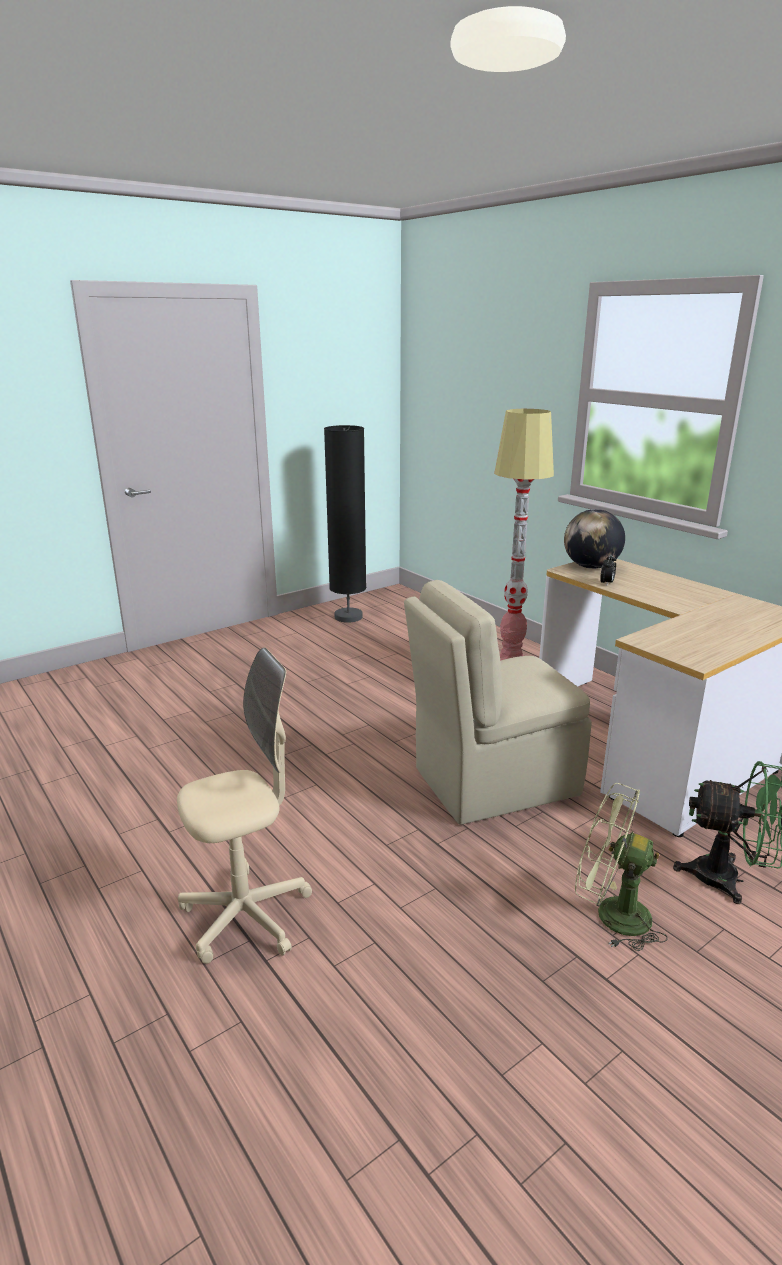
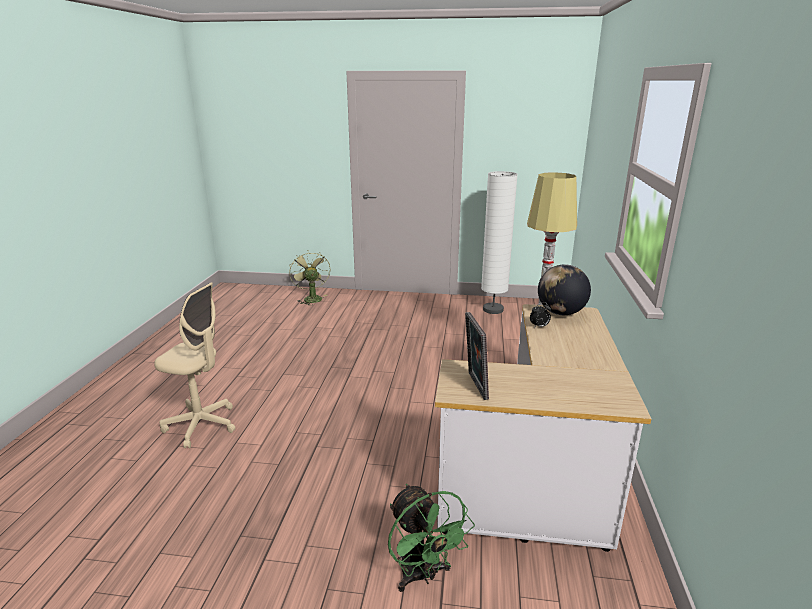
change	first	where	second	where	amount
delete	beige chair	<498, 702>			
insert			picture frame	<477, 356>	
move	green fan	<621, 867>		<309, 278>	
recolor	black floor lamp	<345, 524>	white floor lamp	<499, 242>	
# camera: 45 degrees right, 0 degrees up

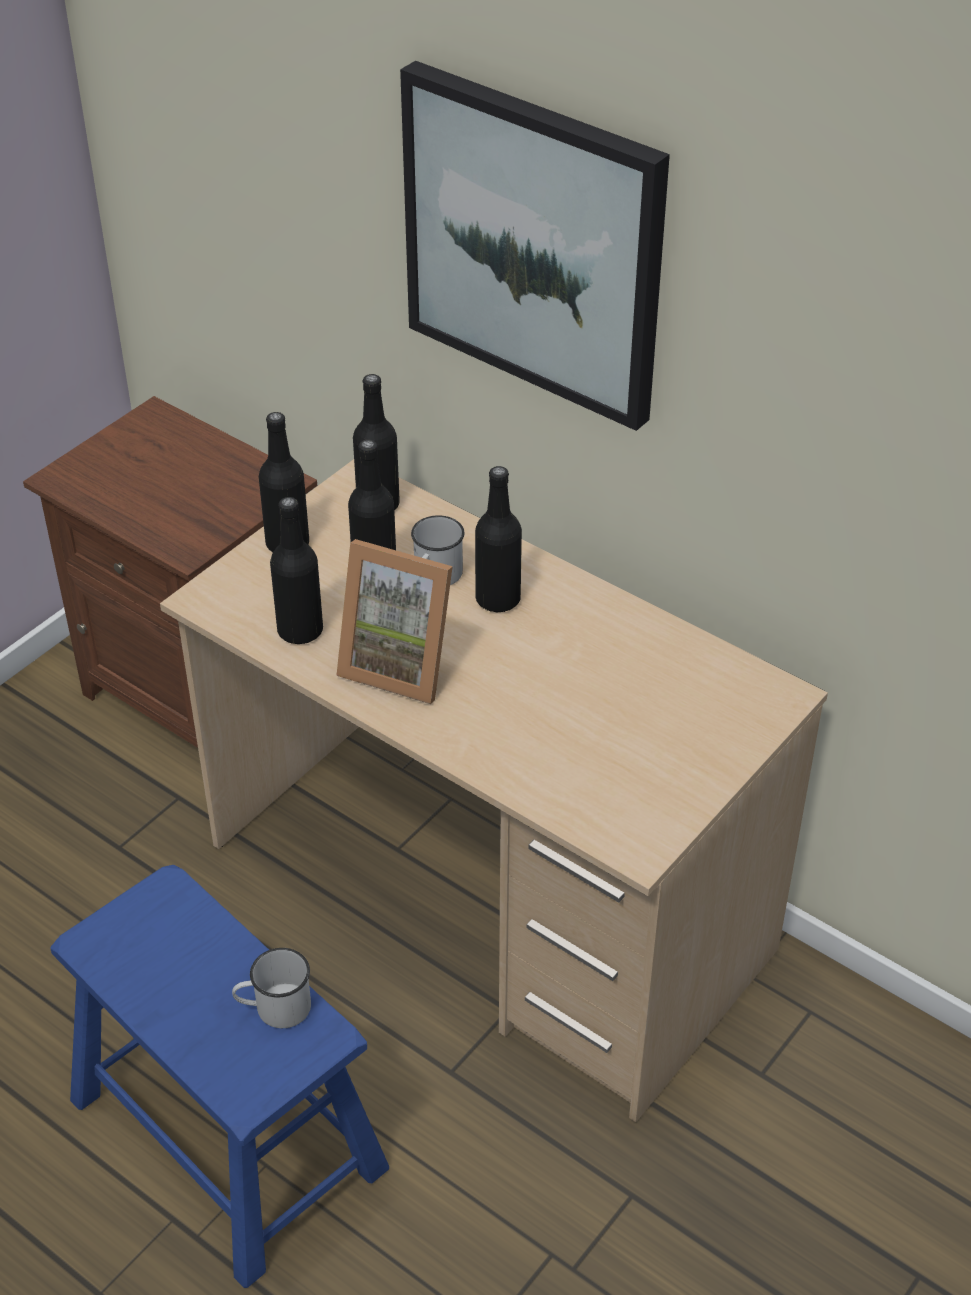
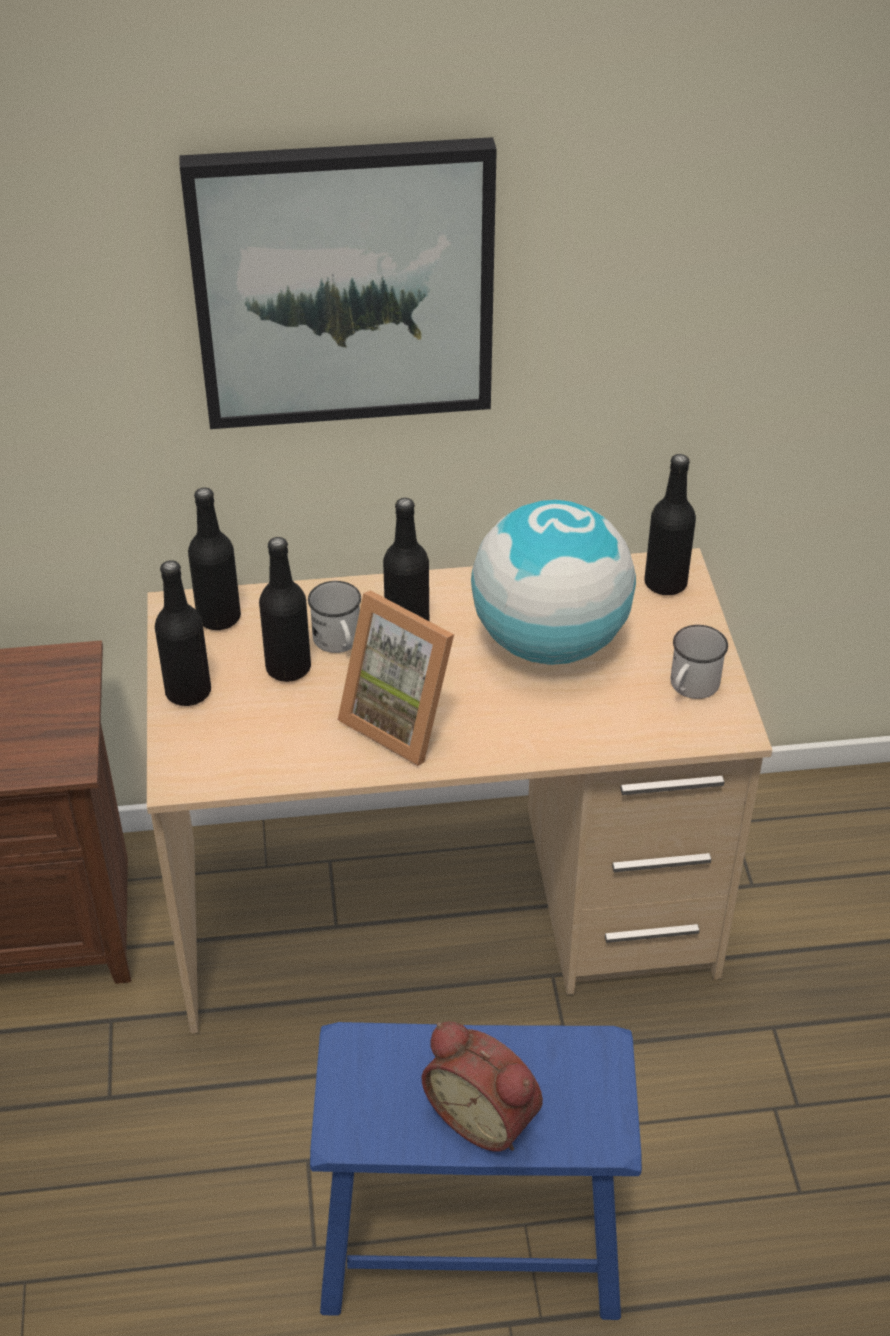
change	first	where	second	where	amount
insert			alarm clock	<482, 1086>	
insert			globe	<553, 582>	
move	white mug	<271, 988>		<699, 662>	
move	black bottle	<296, 570>		<670, 525>	
rotate	picture frame	<394, 621>		<396, 678>	60 degrees clockwise
# camera: 45 degrees left, 0 degrees up

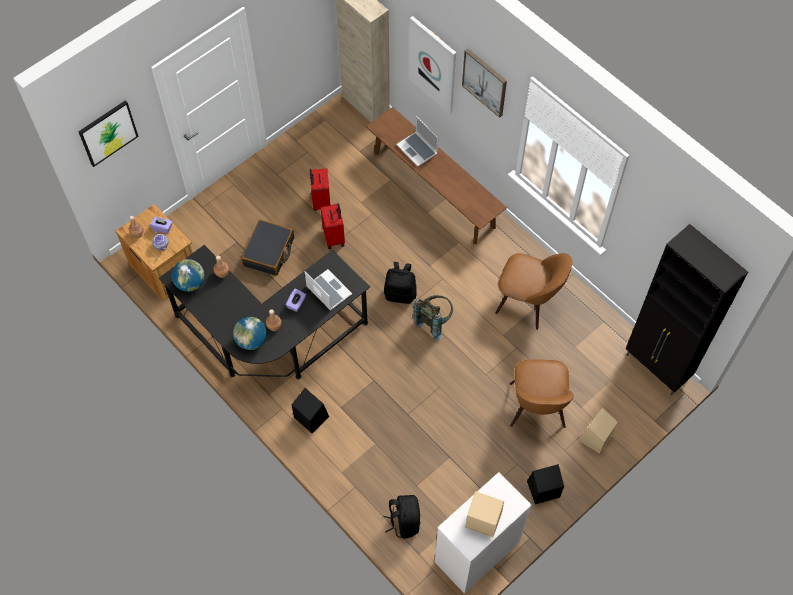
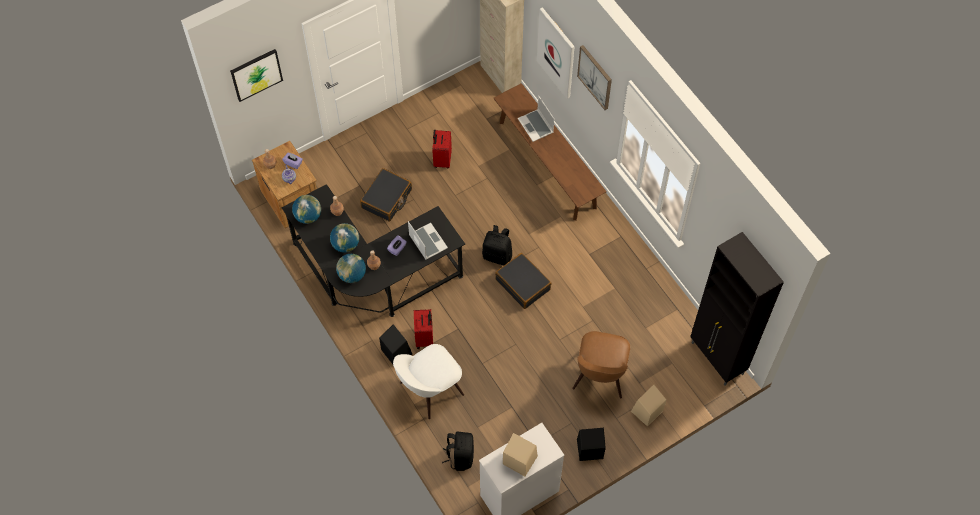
change	first	where	second	where	amount
delete	brown chair	<534, 291>			
insert			globe	<344, 238>	
insert			white chair	<428, 381>	
move	red suitcase	<333, 226>		<423, 329>	
replace	grey backpack	<433, 317>	black suitcase	<523, 281>	
# camera: 10 degrees right, 0 degrees up

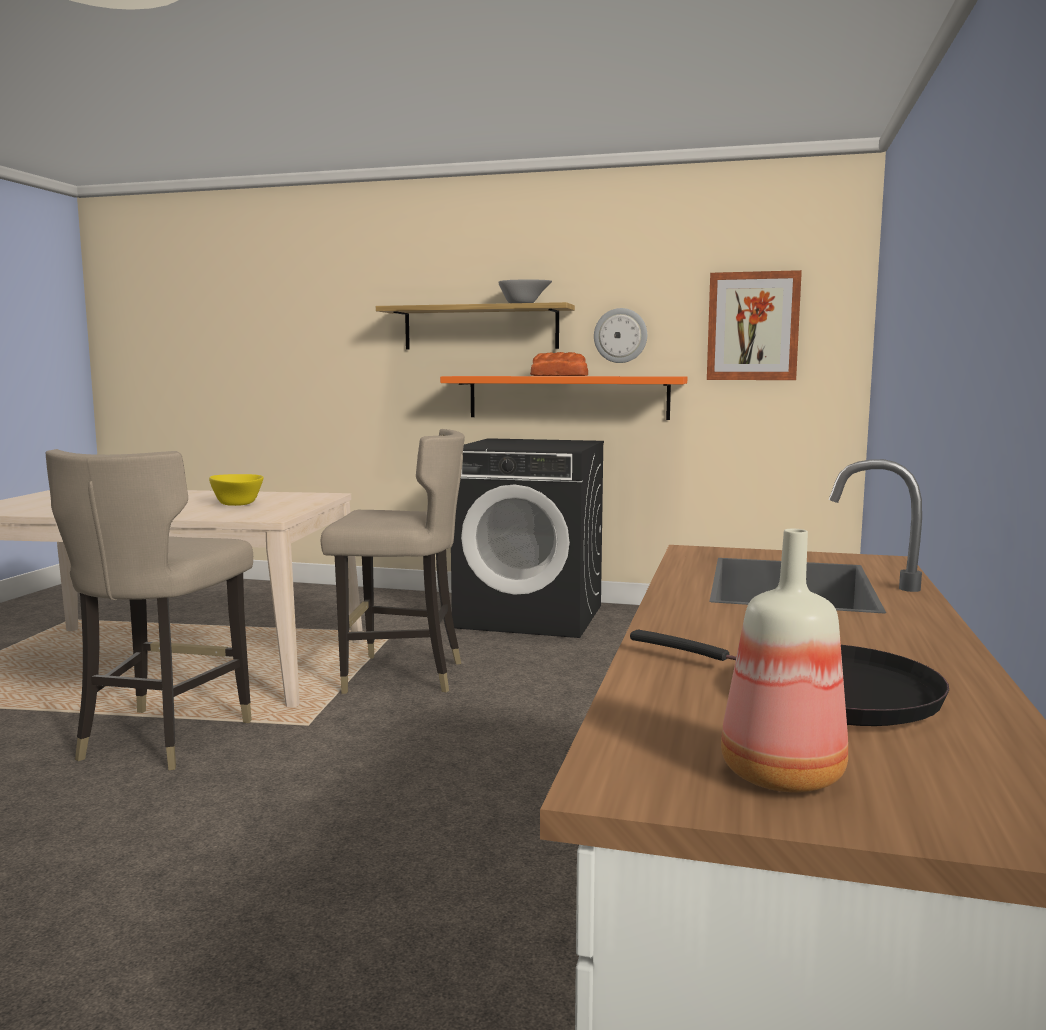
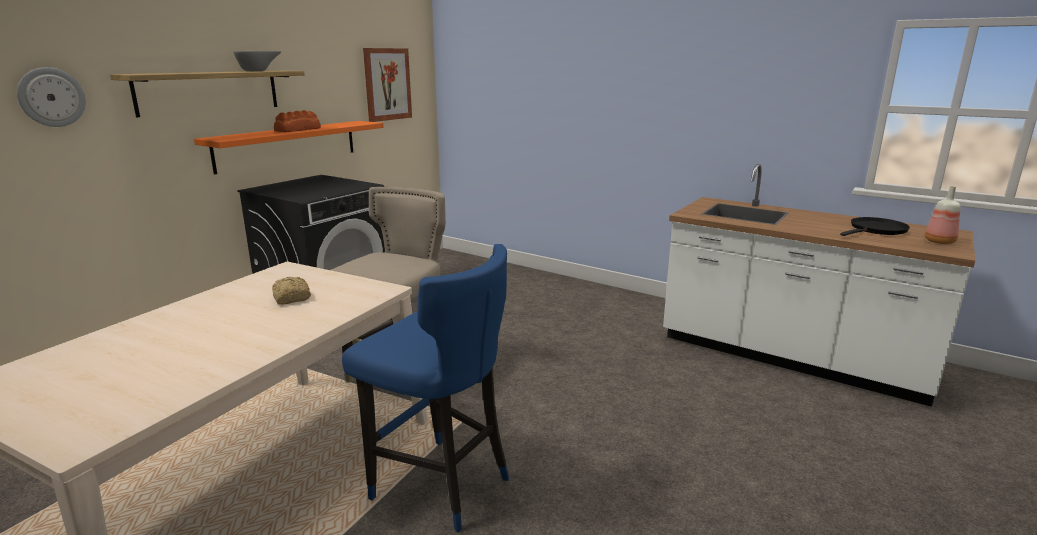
change	first	where	second	where	amount
move	wall clock	<620, 335>		<51, 97>	
replace	yellow bowl	<236, 490>	bread	<291, 291>	
recolor	beige stool	<149, 609>	blue stool	<425, 388>	
# camera: 70 degrees left, 10 degrees up

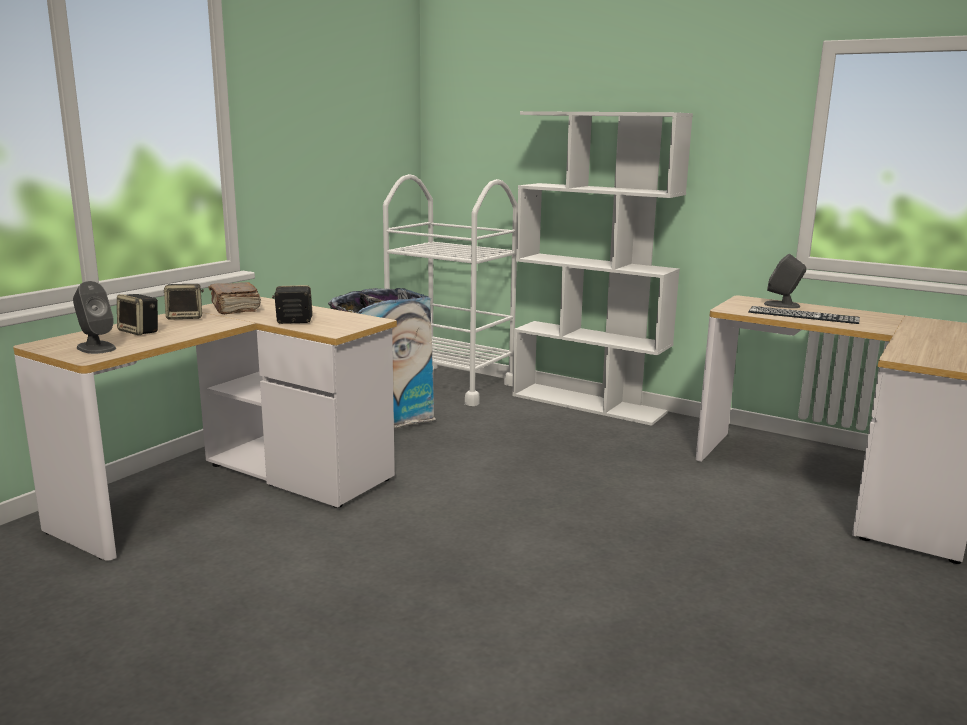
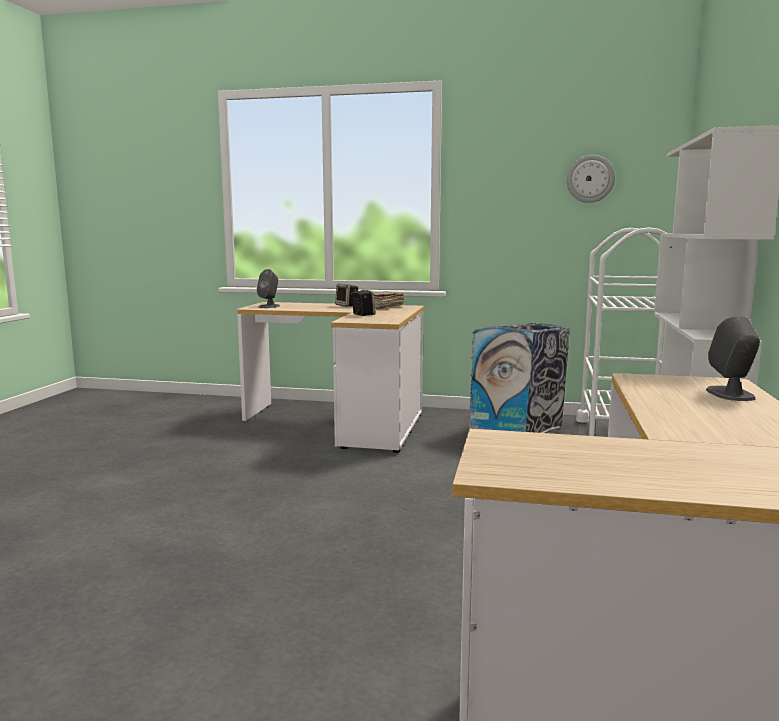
change	first	where	second	where	amount
delete	speaker	<137, 314>			
delete	keyboard	<804, 315>			
insert			wall clock	<591, 179>	
# camera: 70 degrees right, 5 degrees down

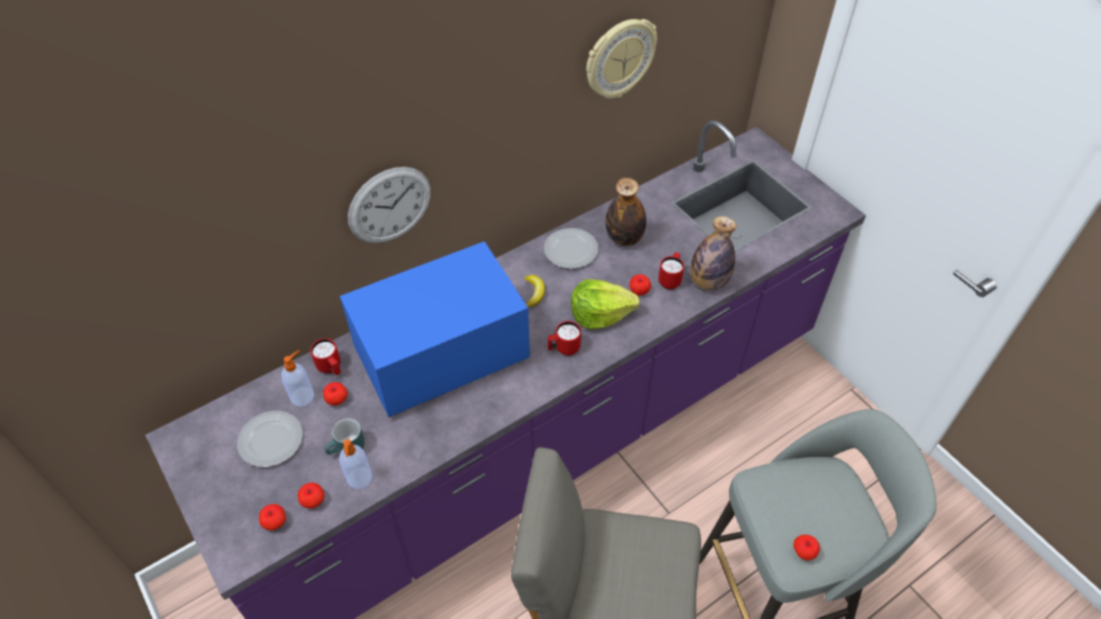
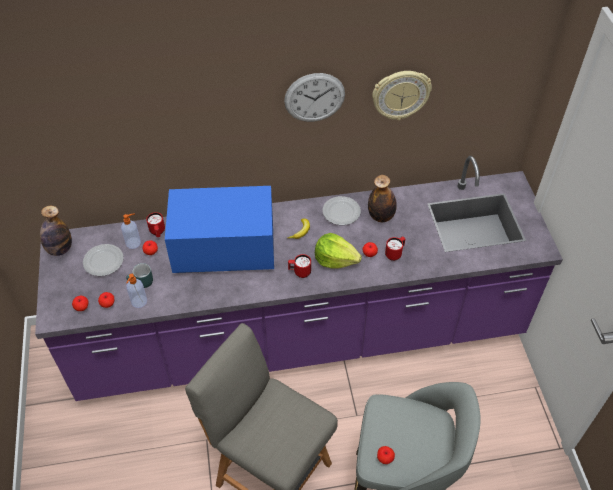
change	first	where	second	where	amount
move	wall clock	<389, 205>		<314, 97>	
move	bottle	<714, 253>		<56, 231>	
# camera: 25 degrees right, 0 degrees up

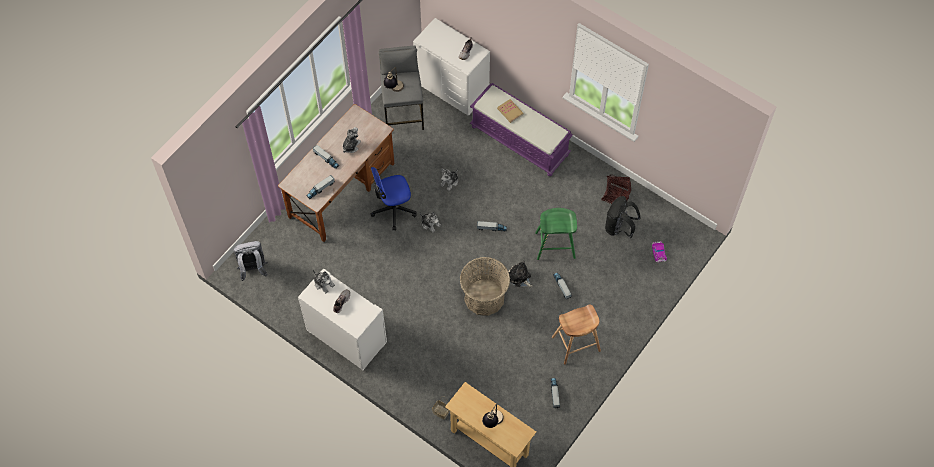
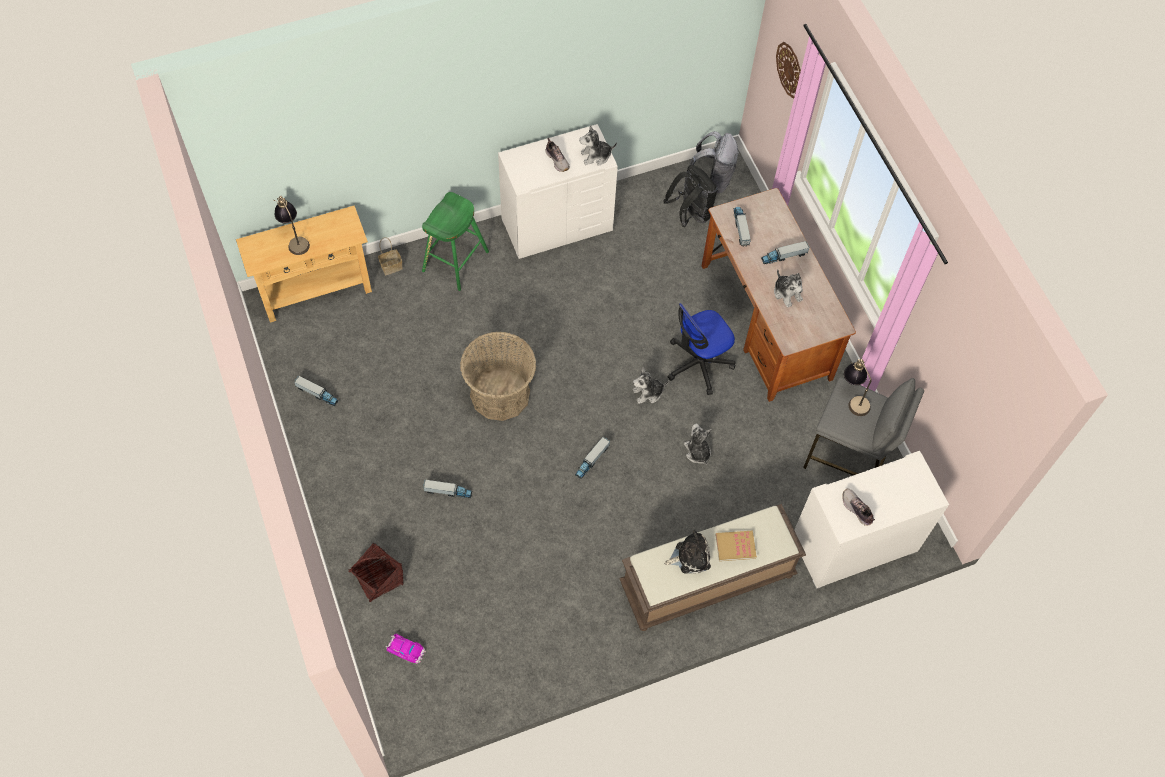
change	first	where	second	where	amount
delete	brown stool	<576, 334>			
insert			wall clock	<788, 70>	
move	plush toy	<520, 274>		<688, 552>	
move	green stool	<556, 234>		<455, 241>	
move	basket	<616, 189>		<376, 572>	
move	black backpack	<623, 217>		<690, 196>	
recolor	purple bench	<521, 129>	brown bench	<712, 567>	
rotate	office chair	<394, 198>		<701, 349>	135 degrees counterclockwise
# camera: 120 degrees right, 0 degrees up

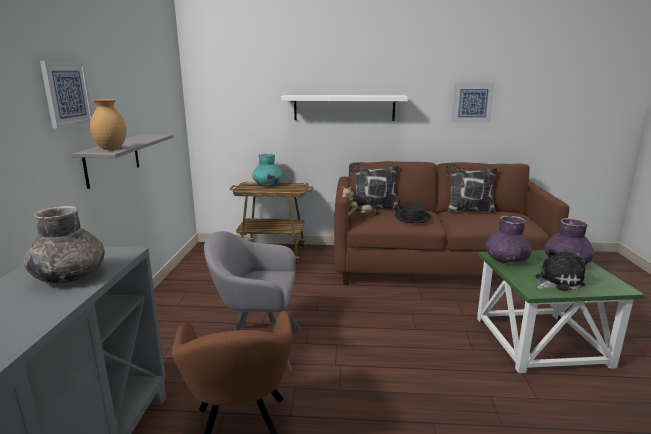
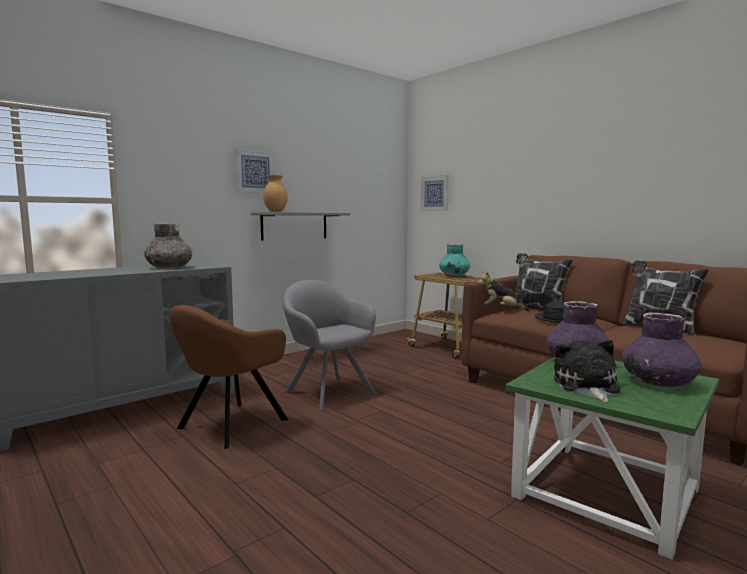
change	first	where	second	where	amount
delete	white shelf	<344, 108>			
move	picture	<473, 102>		<435, 193>	
rotate	plush toy	<560, 269>		<586, 370>	105 degrees counterclockwise
# camera: 45 degrees right, 10 degrees down

